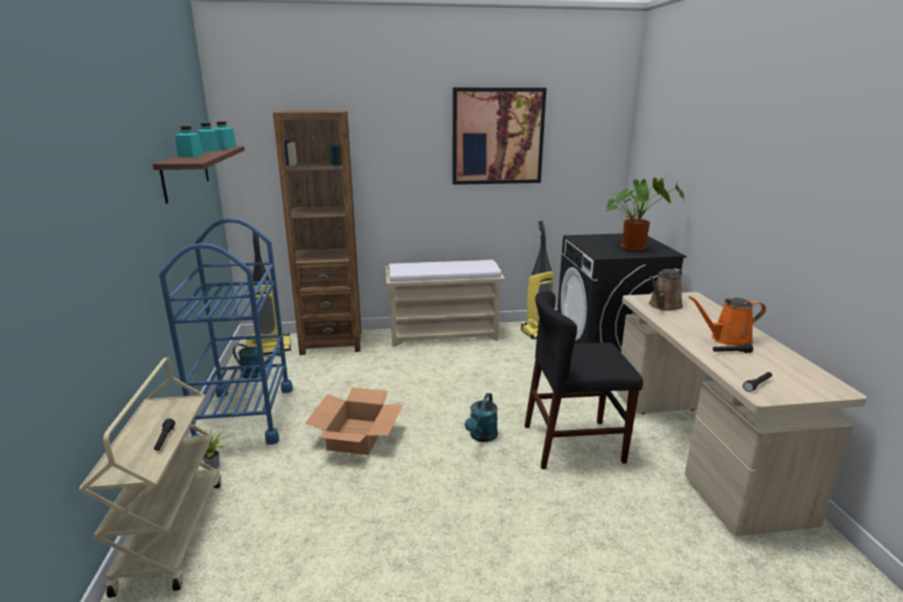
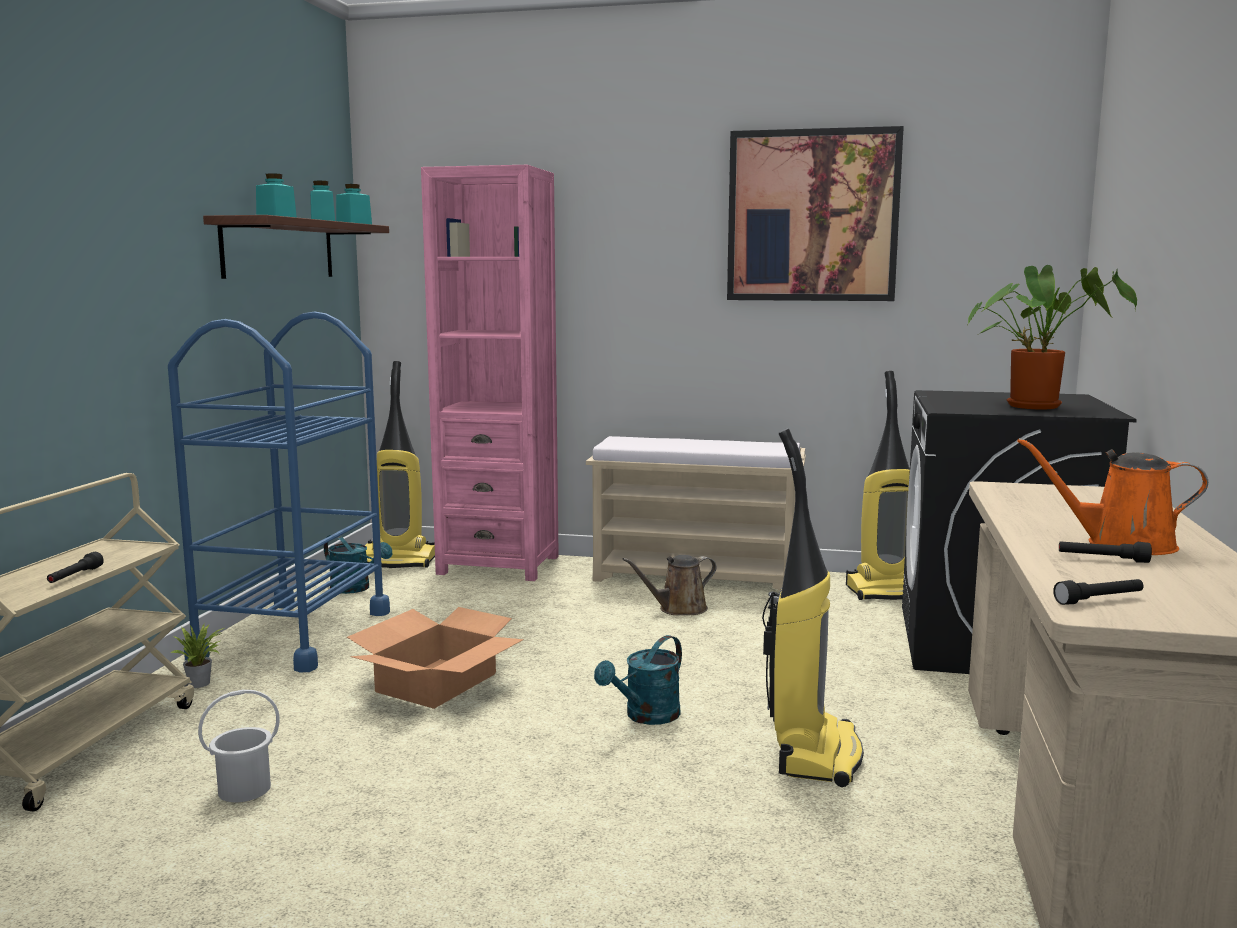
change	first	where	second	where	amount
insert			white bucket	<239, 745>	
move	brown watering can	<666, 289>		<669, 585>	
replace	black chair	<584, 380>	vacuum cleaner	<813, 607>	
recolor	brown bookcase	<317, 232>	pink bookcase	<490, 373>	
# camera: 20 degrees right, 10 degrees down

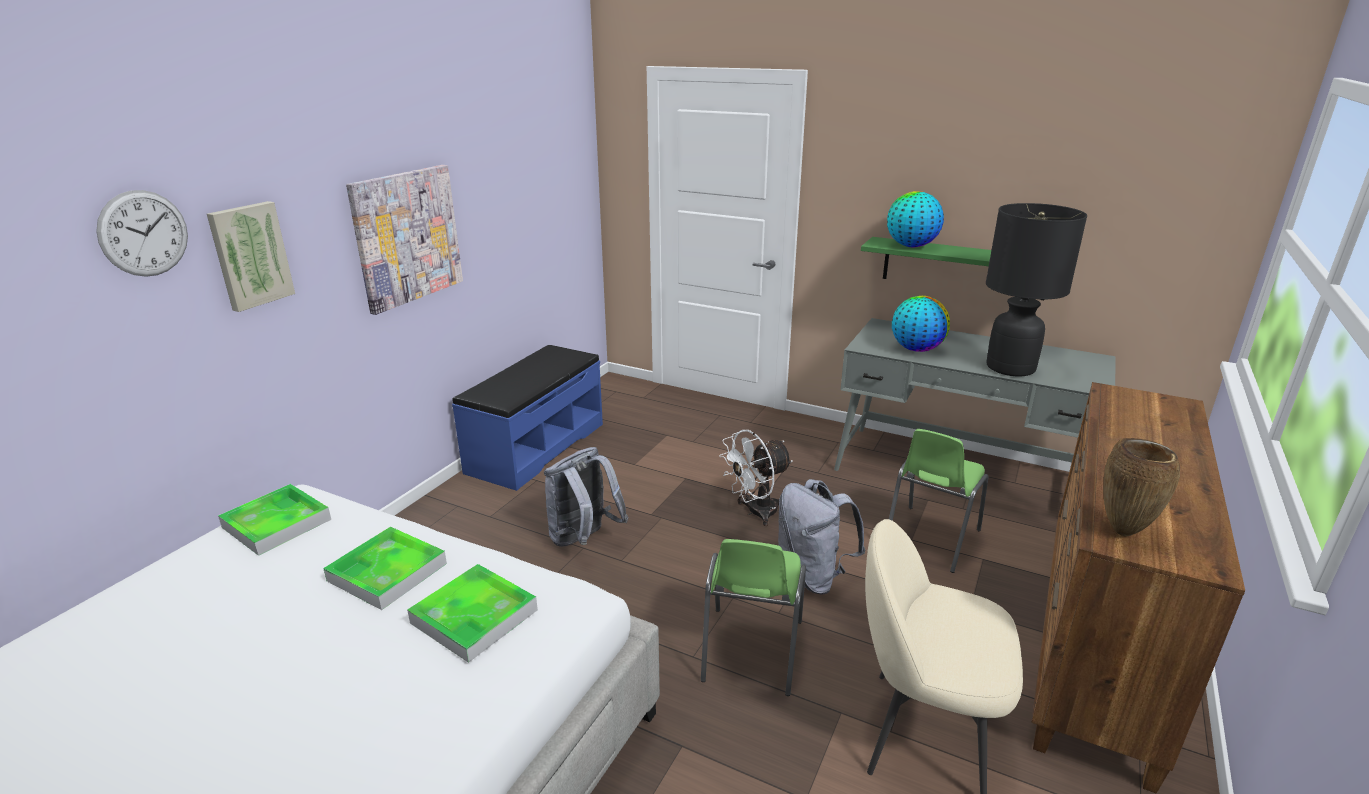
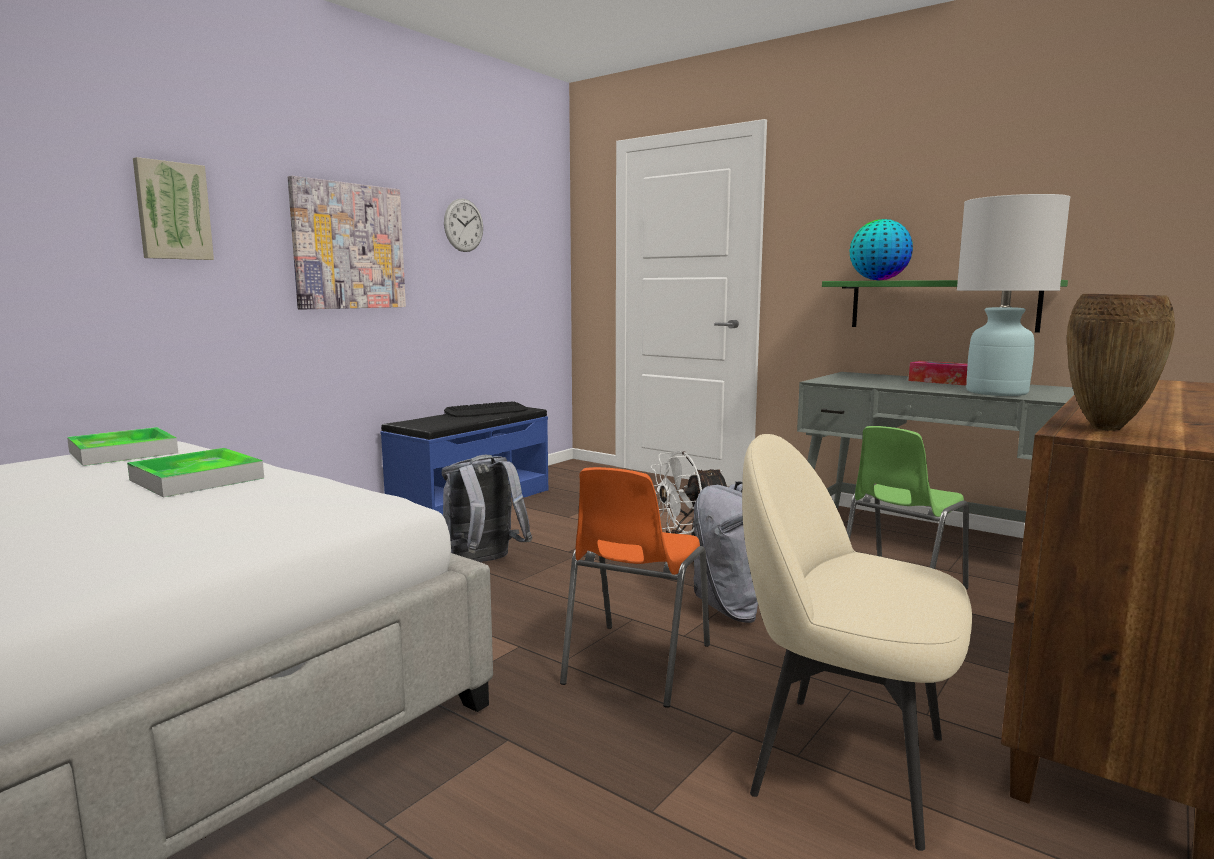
change	first	where	second	where	amount
delete	tray	<472, 613>			
delete	globe	<921, 324>			
insert			keyboard	<485, 409>	
insert			tissue box	<938, 373>	
move	wall clock	<142, 233>		<463, 225>	
recolor	green chair	<753, 617>	orange chair	<635, 587>	
recolor	black table lamp	<1036, 289>	white table lamp	<1013, 295>	
# camera: 10 degrees right, 15 degrees down

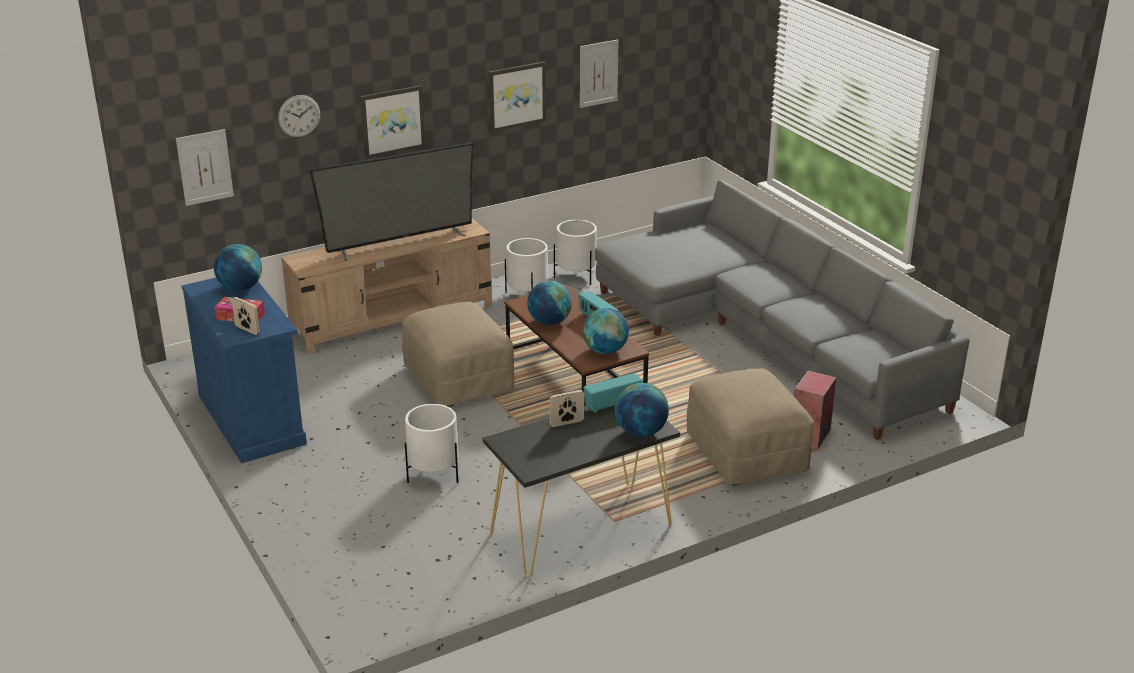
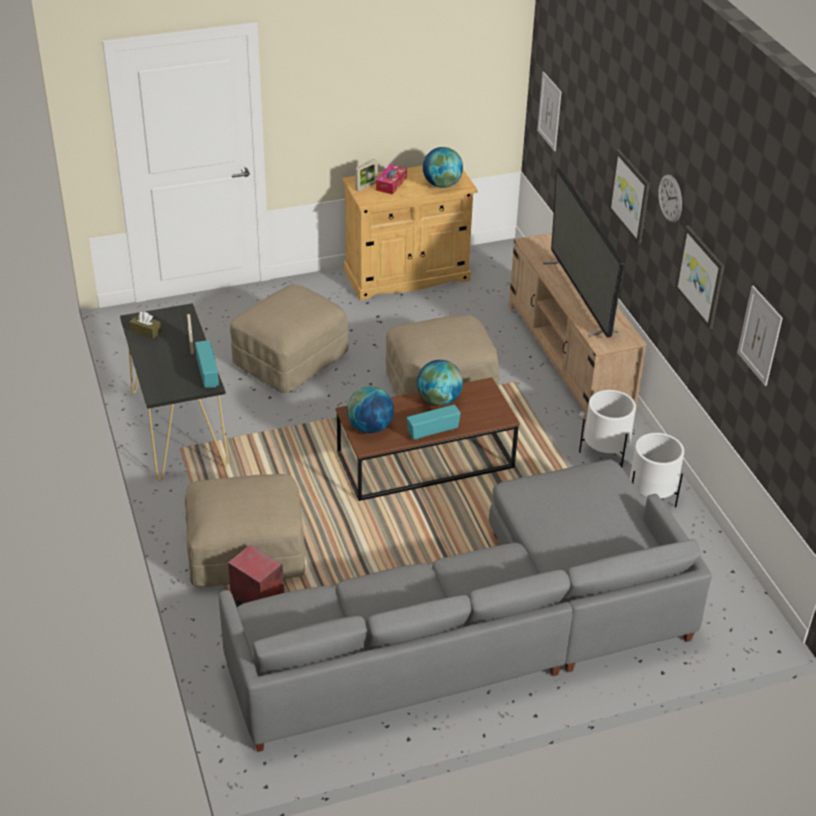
change	first	where	second	where	amount
delete	globe	<642, 410>			
insert			brown tissue box	<145, 325>	
move	wall clock	<299, 116>		<670, 199>	
replace	white planter	<431, 443>	beige ottoman	<289, 338>	
recolor	blue cabinet	<244, 371>	beige cabinet	<410, 233>	
# camera: 100 degrees right, 10 degrees up

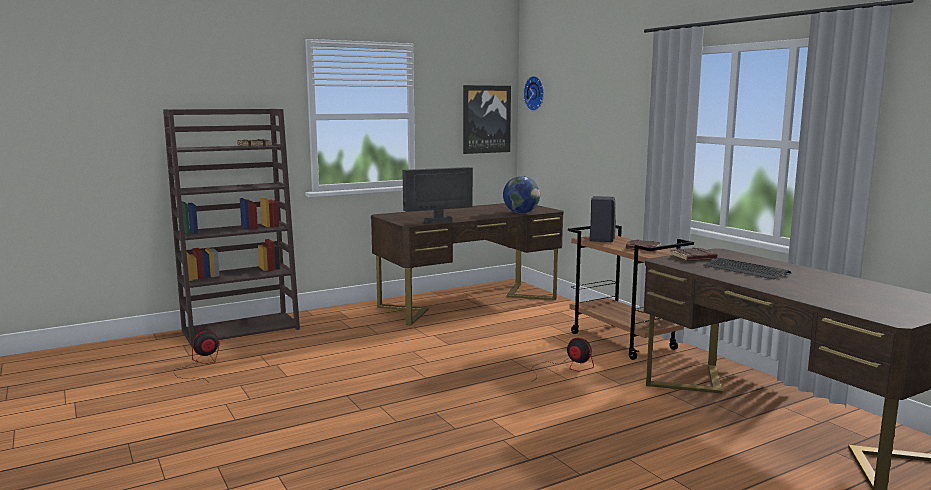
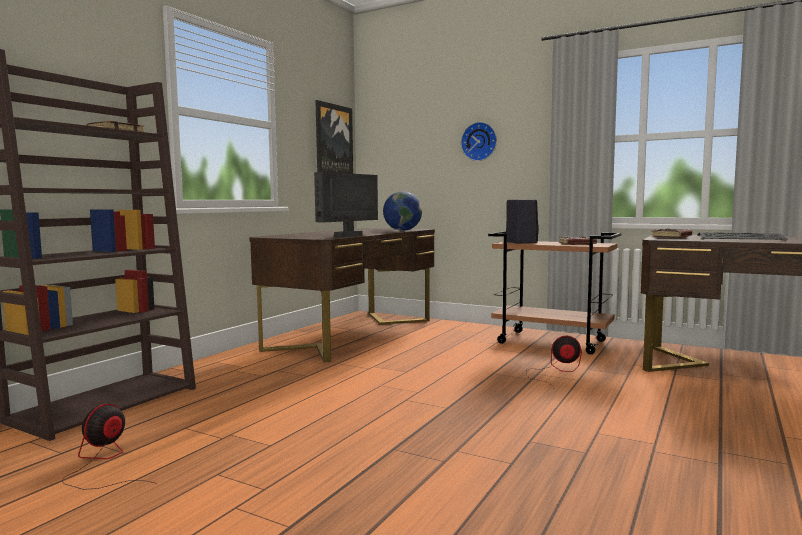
change	first	where	second	where	amount
move	wall clock	<533, 93>		<479, 141>	
# camera: 30 degrees left, 5 degrees down

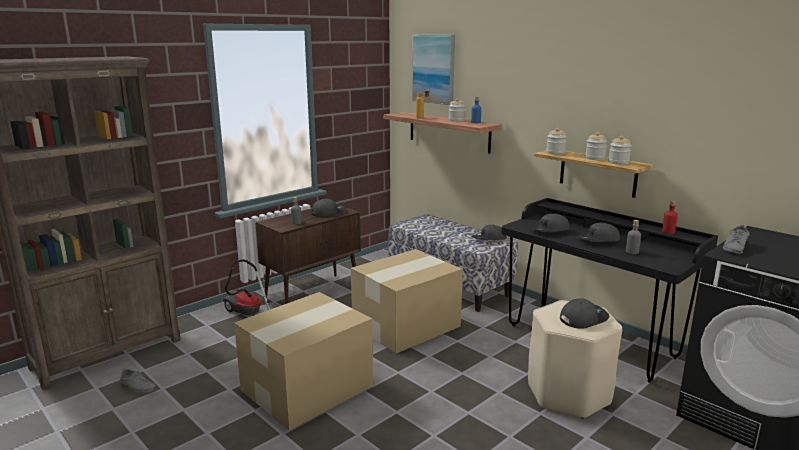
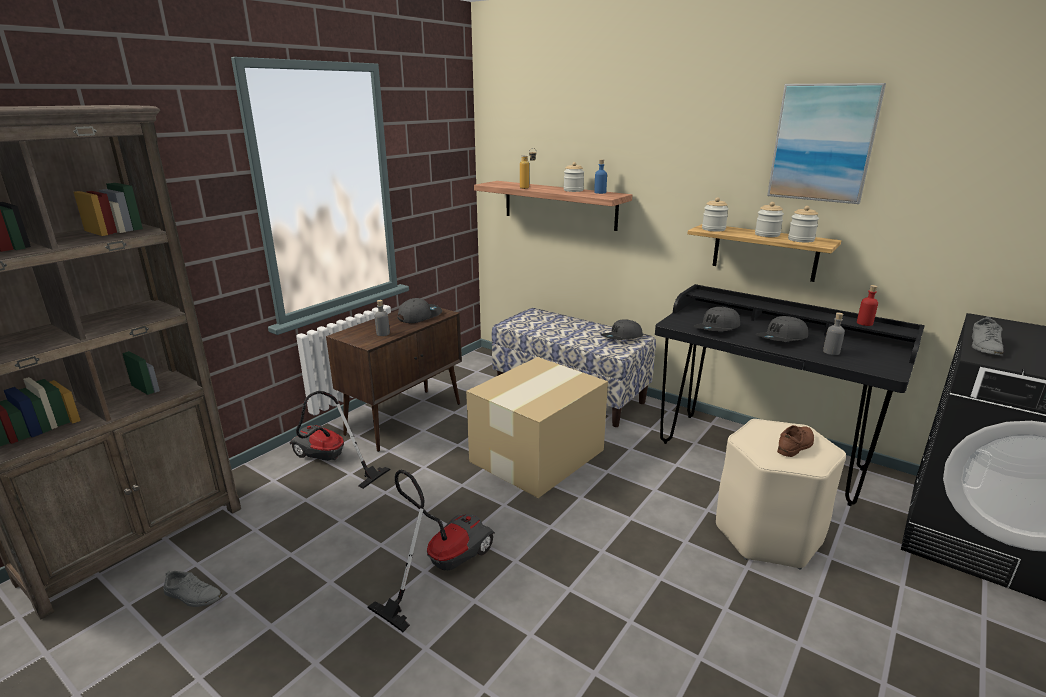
change	first	where	second	where	amount
move	picture	<433, 70>		<826, 143>	
replace	cardboard box	<303, 361>	vacuum cleaner	<431, 551>	
replace	grey cap	<584, 313>	brown shoe	<795, 441>	
# camera: 10 degrees left, 5 degrees up

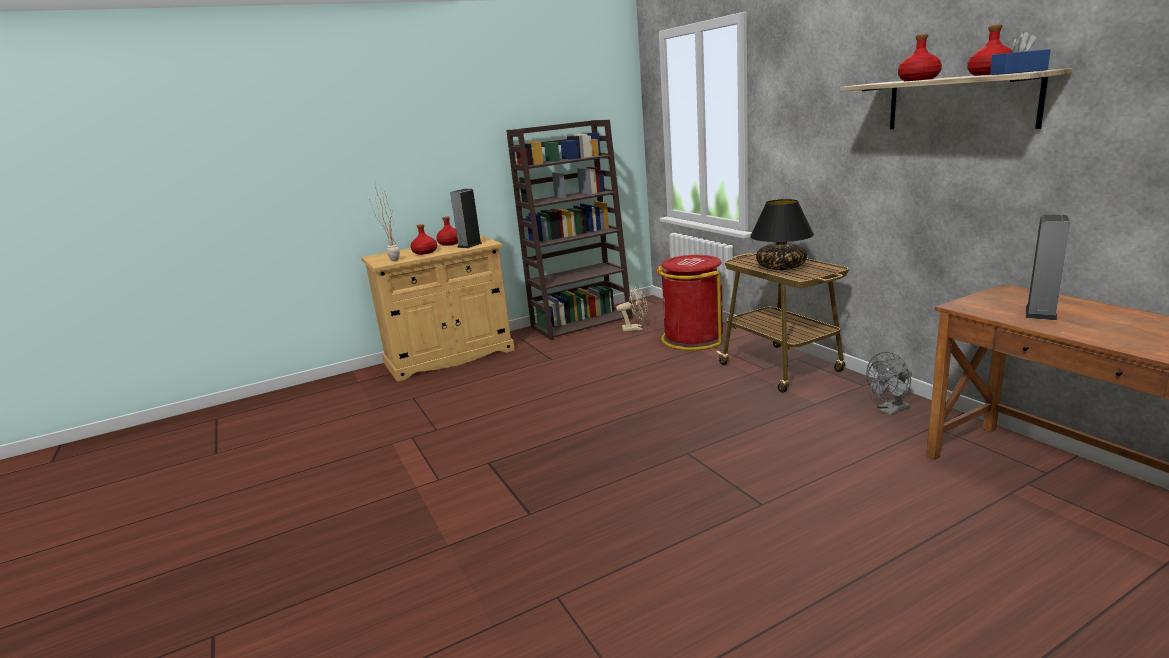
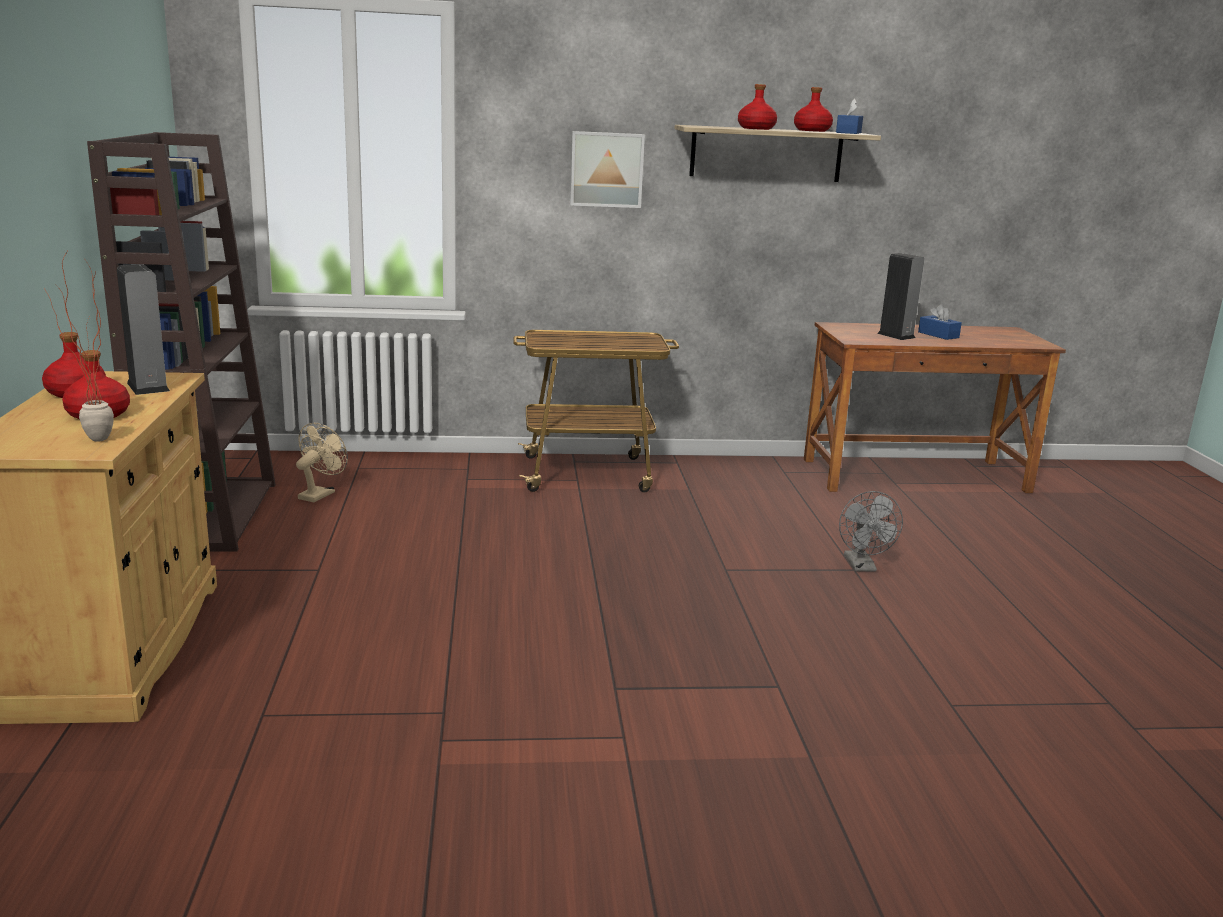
change	first	where	second	where	amount
delete	red trash can	<689, 303>			
delete	black table lamp	<782, 234>			
insert			picture	<607, 169>	
insert			blue tissue box	<940, 322>	
move	grey fan	<889, 384>		<871, 531>	
# camera: 70 degrees left, 0 degrees up

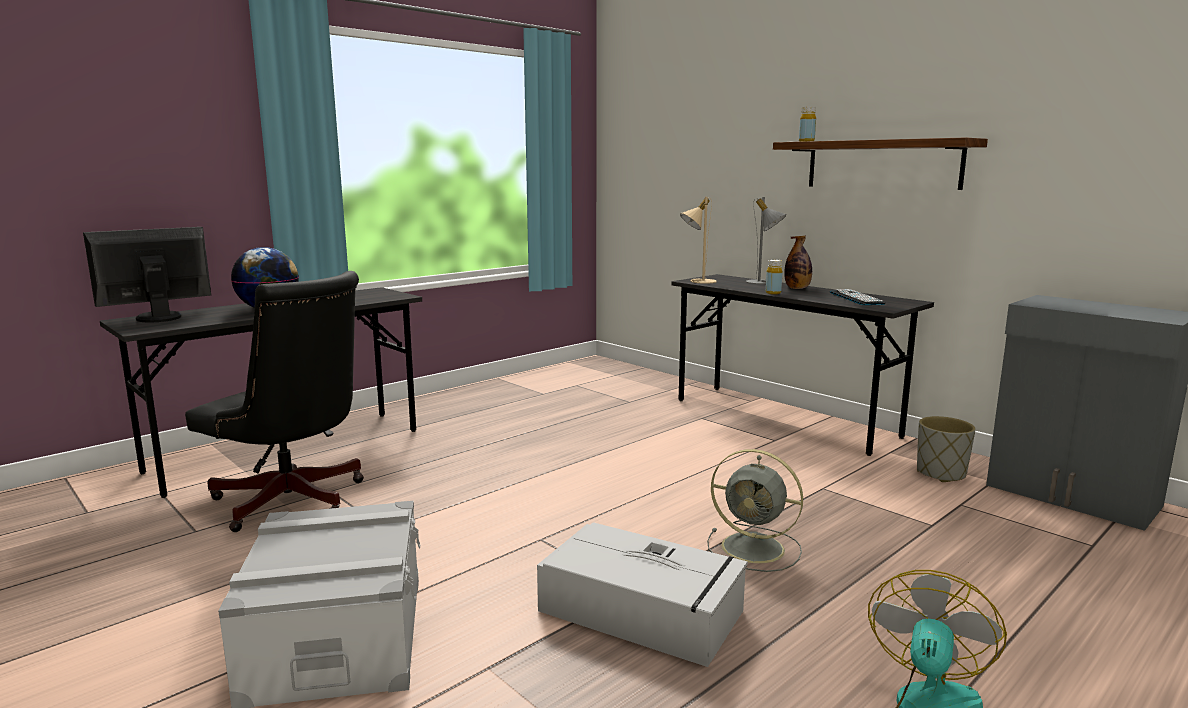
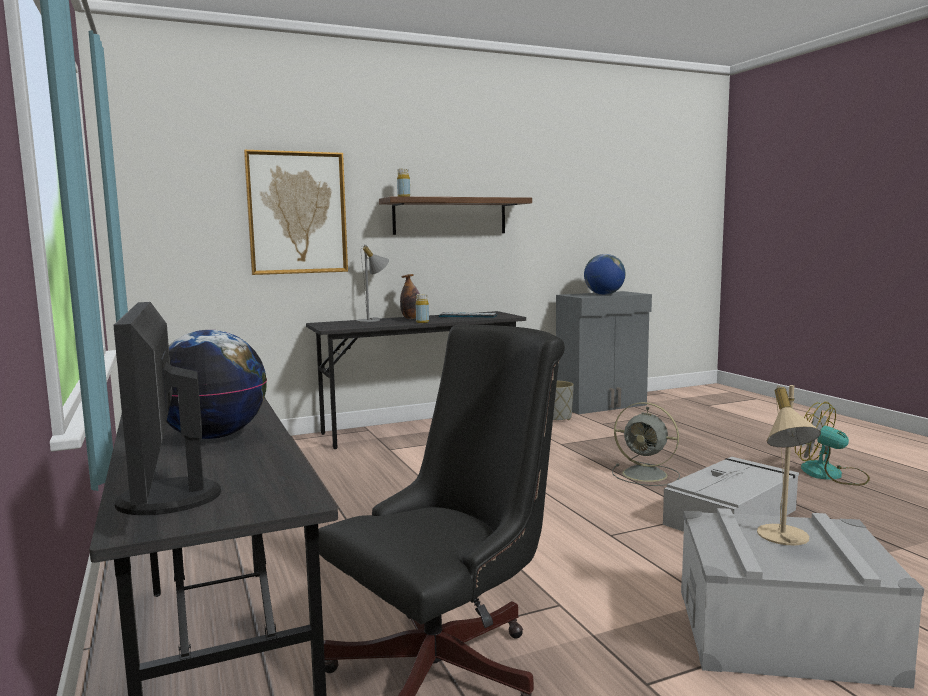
change	first	where	second	where	amount
insert			picture	<296, 212>	
insert			globe	<604, 274>	
move	beige table lamp	<698, 240>		<789, 465>	
rotate	grey fan	<755, 510>		<646, 444>	75 degrees clockwise
# camera: 70 degrees left, 5 degrees down

